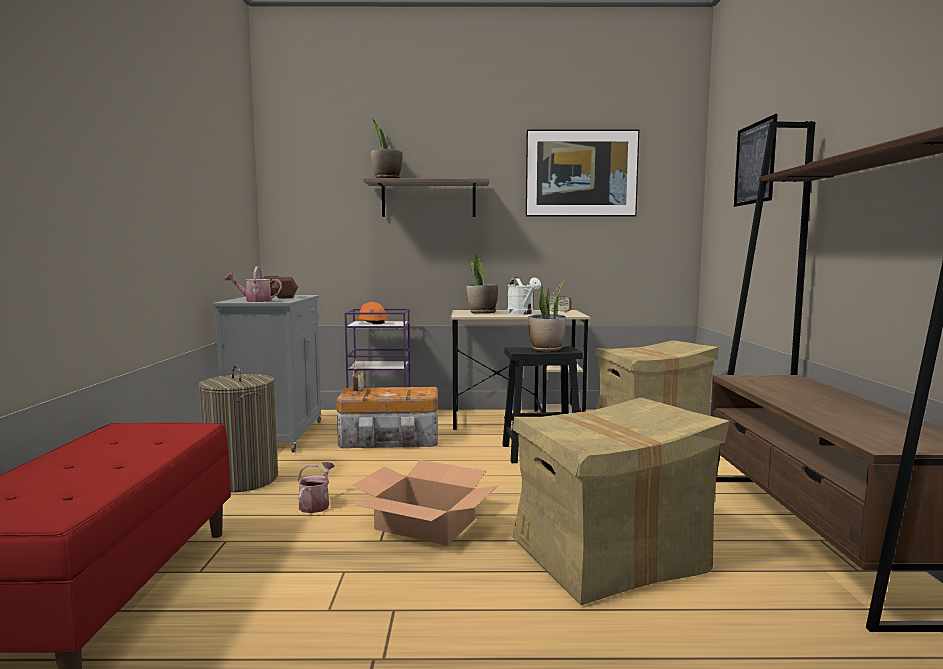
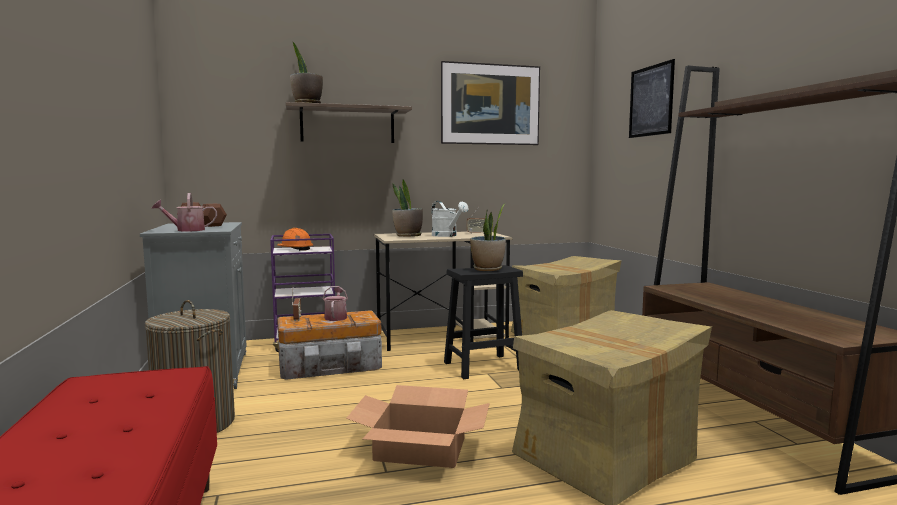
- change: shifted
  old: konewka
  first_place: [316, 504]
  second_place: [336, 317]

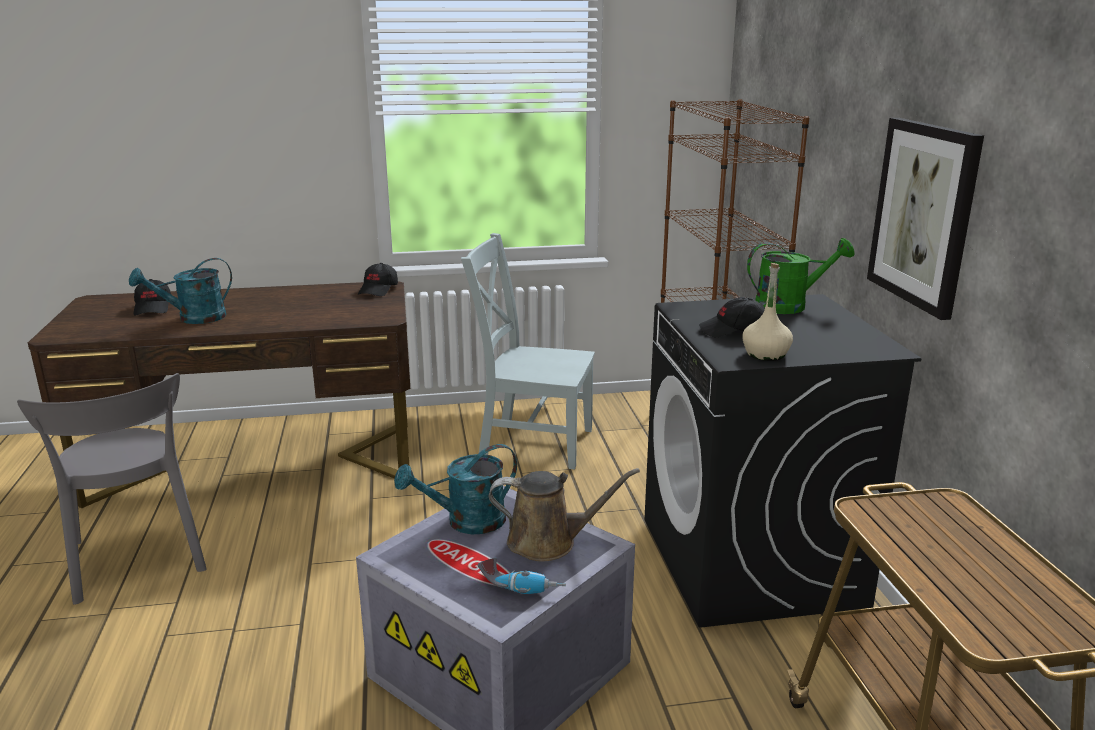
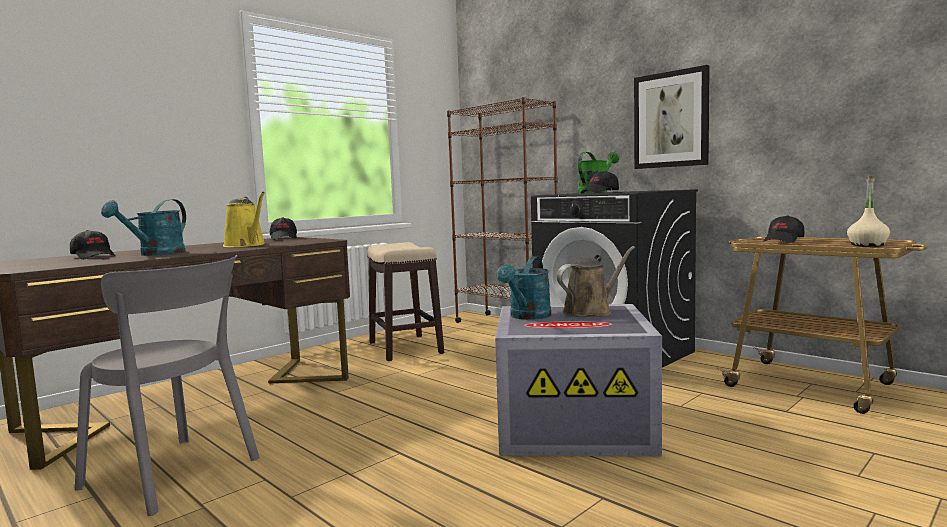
- change: gone
  old: wiertarka
  first_place: [520, 585]
- change: new
  new: konewka (żółty)
  second_place: [246, 245]
- change: new
  new: czapka z daszkiem (czarny)
  second_place: [783, 241]
- change: shifted
  old: butelka (beżowy)
  first_place: [765, 354]
  second_place: [867, 245]
- change: swapped
  old: krzesło (szary)
  new: stołek
  first_place: [531, 442]
  second_place: [405, 347]

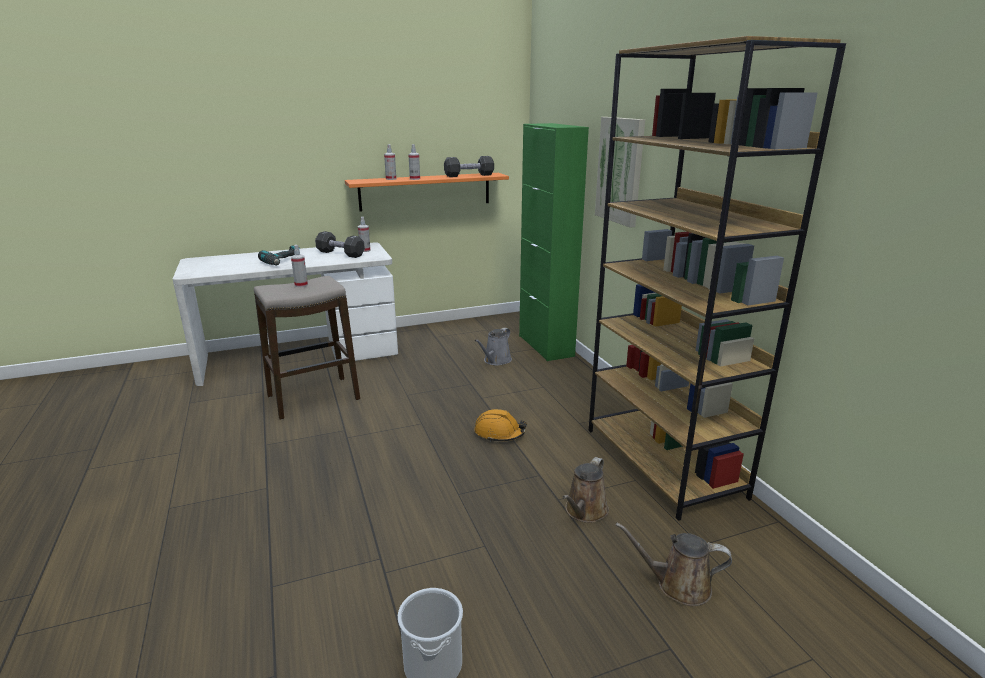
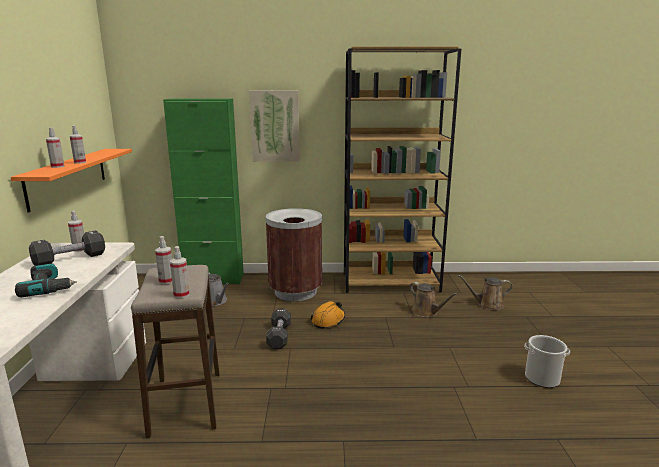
- change: new
  new: spryskiwacz
  second_place: [181, 295]
- change: new
  new: kosz na śmieci (brązowy)
  second_place: [295, 291]
- change: shifted
  old: hantel (czarny)
  first_place: [469, 175]
  second_place: [279, 336]
- change: rotated
  old: konewka (brązowy)
  first_place: [678, 585]
  second_place: [487, 304]
  degrees: 60

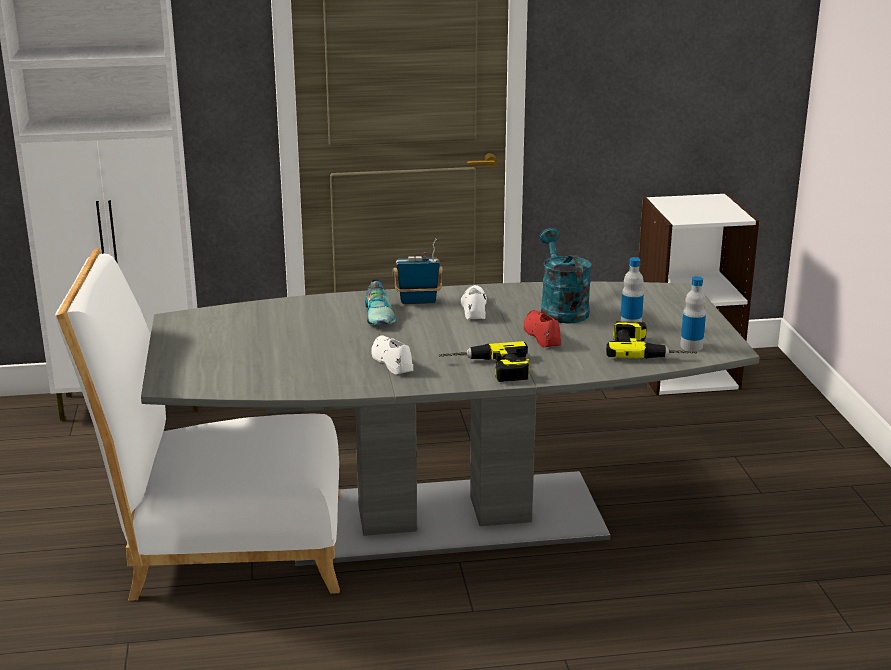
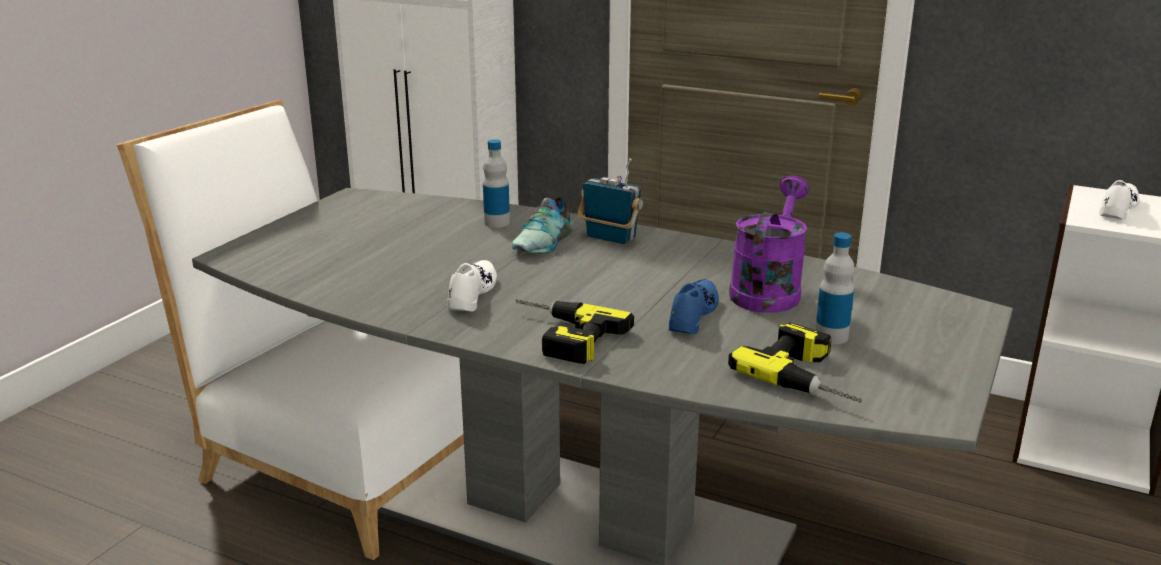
- change: shifted
  old: but (biały)
  first_place: [474, 308]
  second_place: [1116, 208]
- change: shifted
  old: butelka
  first_place: [691, 346]
  second_place: [497, 223]
- change: repainted
  old: but (czerwony)
  new: but (niebieski)
  first_place: [541, 335]
  second_place: [692, 315]
- change: repainted
  old: konewka (turkusowy)
  new: konewka (fioletowy)
  first_place: [561, 309]
  second_place: [768, 290]

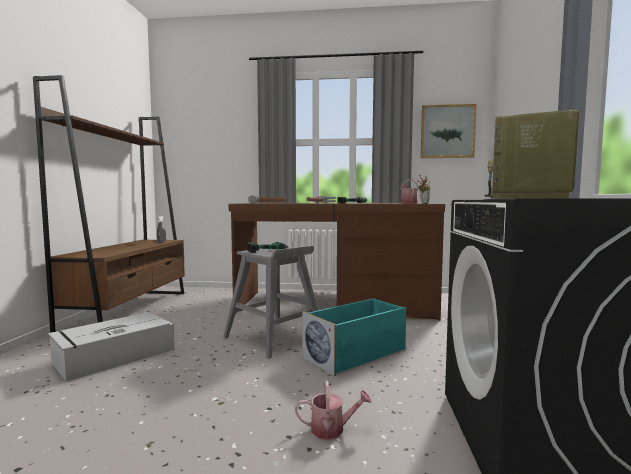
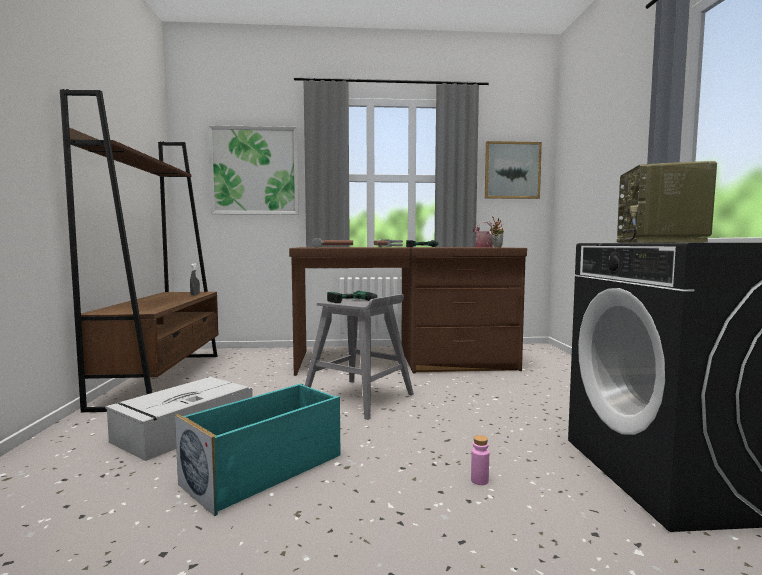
- change: new
  new: obraz
  second_place: [254, 171]
- change: shifted
  old: pojemnik do przechowywania (turkusowy)
  first_place: [356, 353]
  second_place: [265, 469]
- change: swapped
  old: konewka
  new: butelka (różowy)
  first_place: [332, 429]
  second_place: [479, 480]

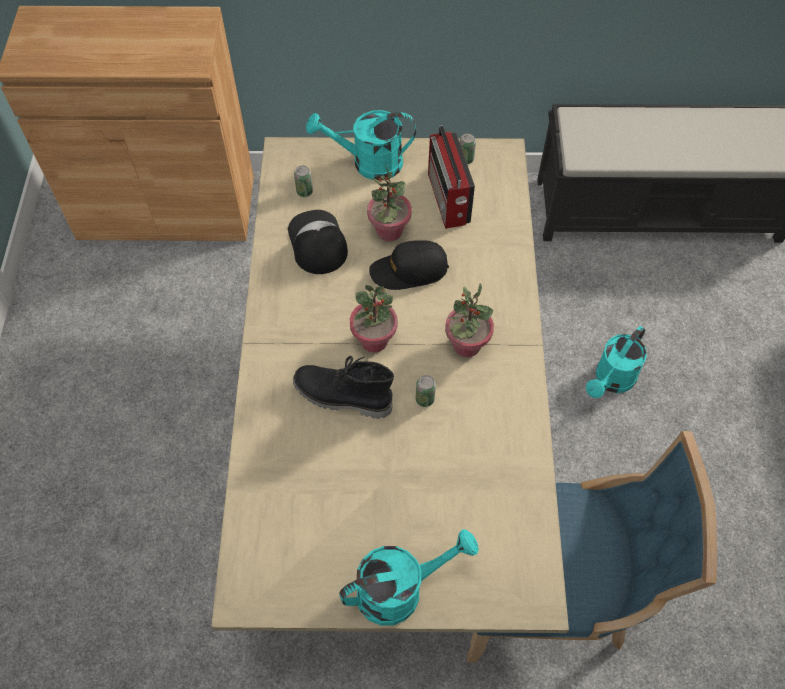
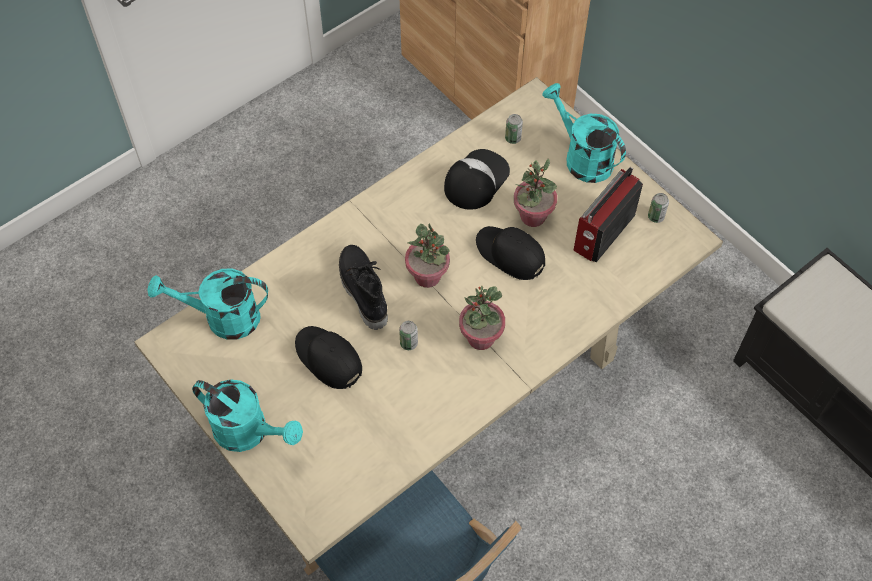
- change: new
  new: czapka z daszkiem (czarny)
  second_place: [328, 359]
- change: shifted
  old: konewka (turkusowy)
  first_place: [611, 381]
  second_place: [222, 318]

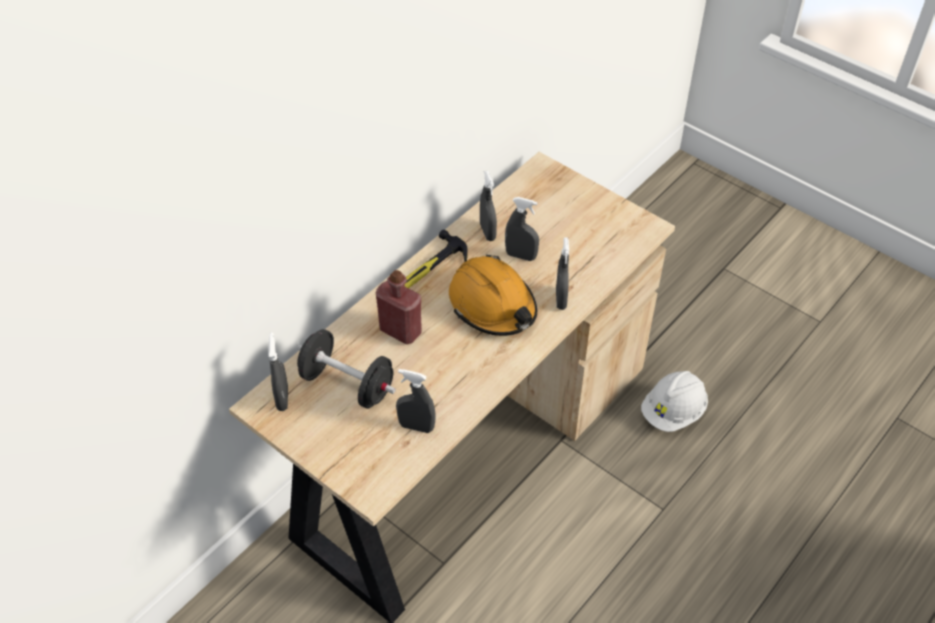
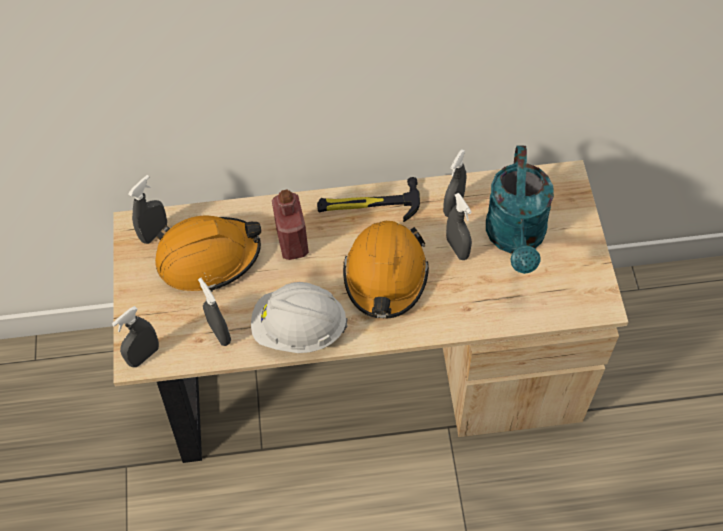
- change: new
  new: konewka (turkusowy)
  second_place: [516, 238]
- change: shifted
  old: spryskiwacz (szary)
  first_place: [561, 299]
  second_place: [144, 355]
- change: shifted
  old: kask (biały)
  first_place: [673, 412]
  second_place: [299, 329]
- change: swapped
  old: hantel (czarny)
  new: kask (pomarańczowy)
  first_place: [347, 384]
  second_place: [208, 257]

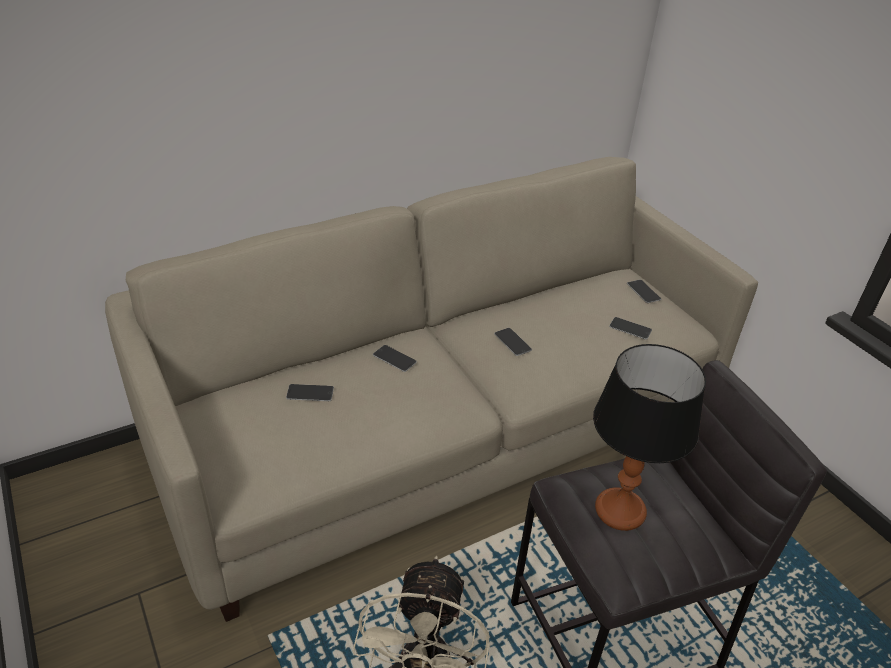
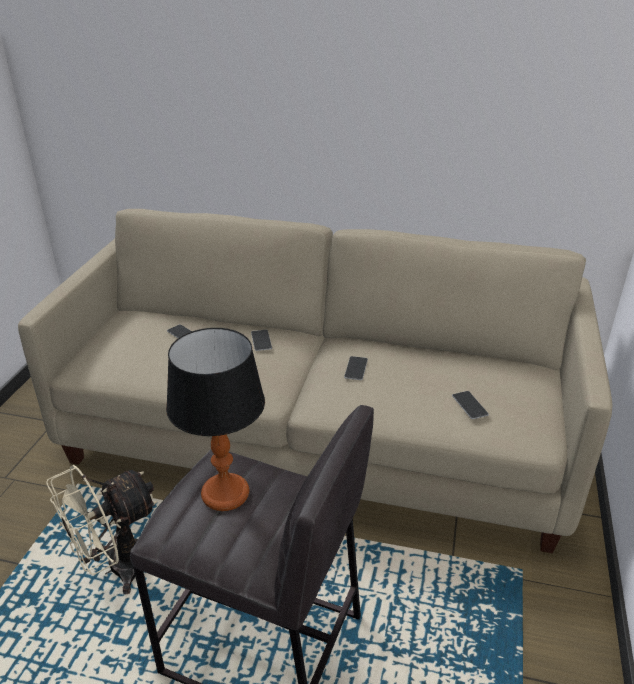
- change: gone
  old: telefon
  first_place: [643, 291]

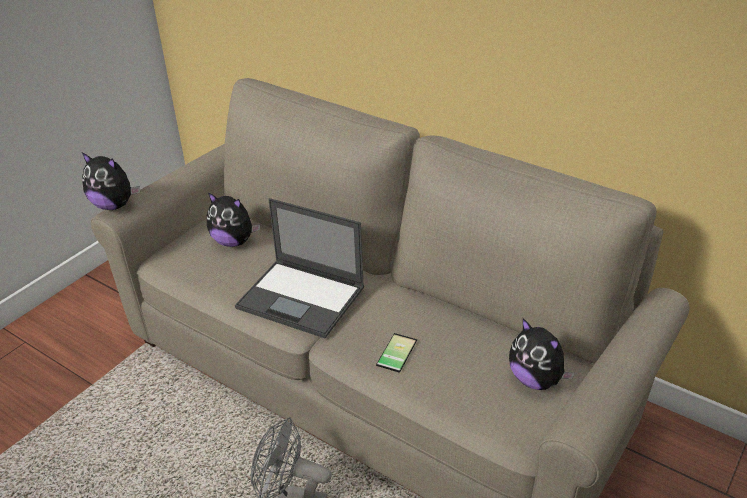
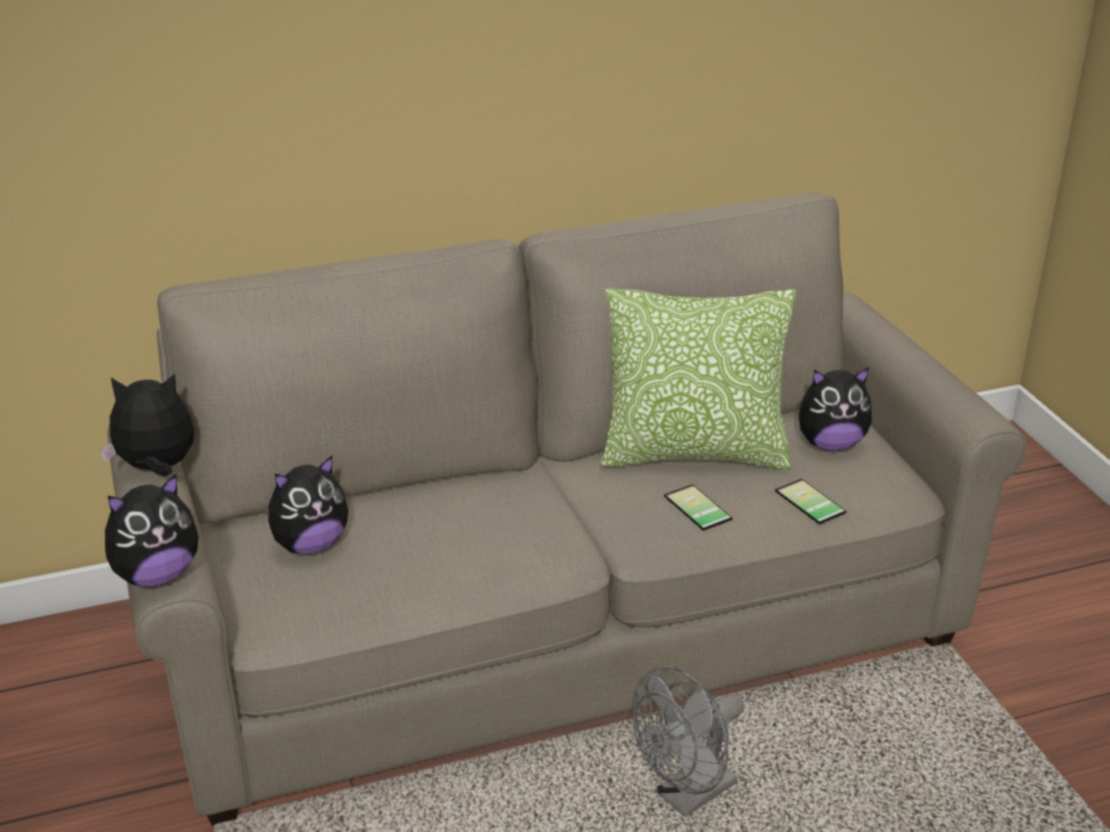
- change: gone
  old: laptop
  first_place: [302, 298]
- change: new
  new: pluszak
  second_place: [157, 469]
- change: new
  new: poduszka
  second_place: [693, 453]
- change: new
  new: telefon
  second_place: [807, 503]

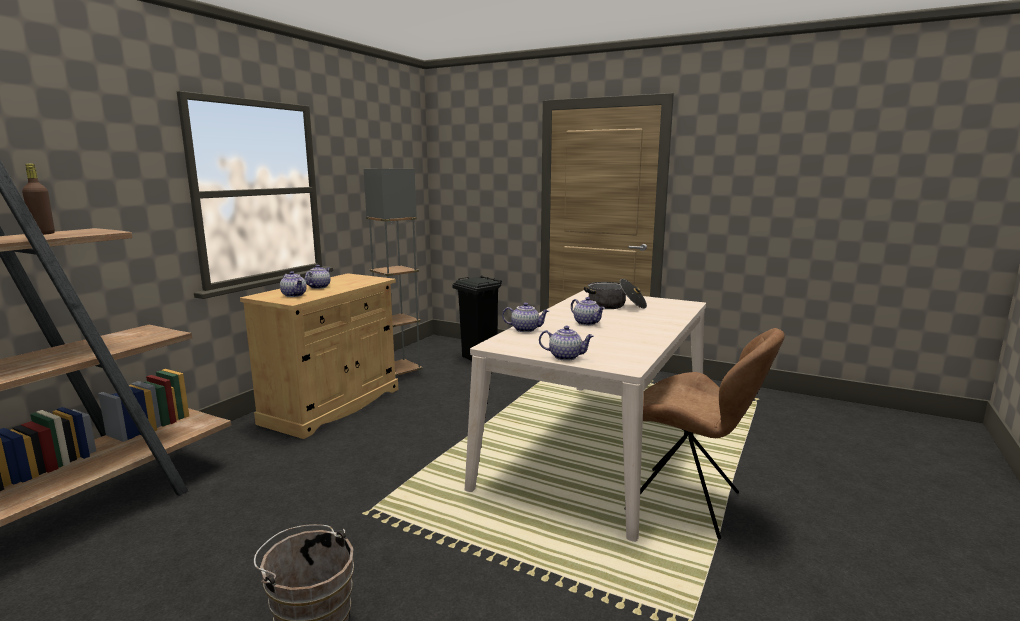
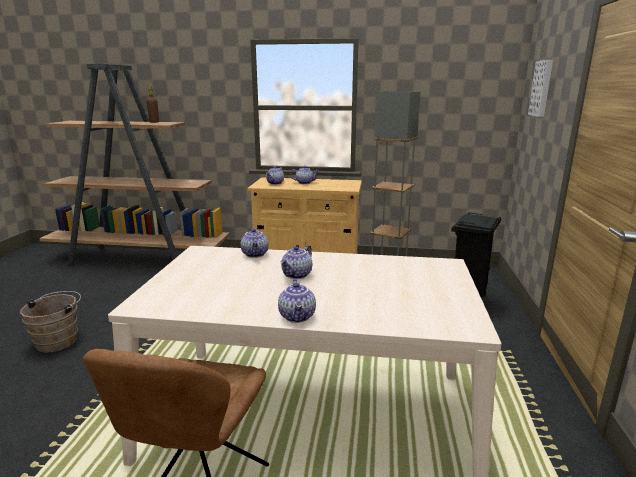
- change: gone
  old: garnek
  first_place: [615, 306]
- change: new
  new: obraz
  second_place: [542, 88]
- change: shifted
  old: imbryk
  first_place: [566, 357]
  second_place: [298, 317]

